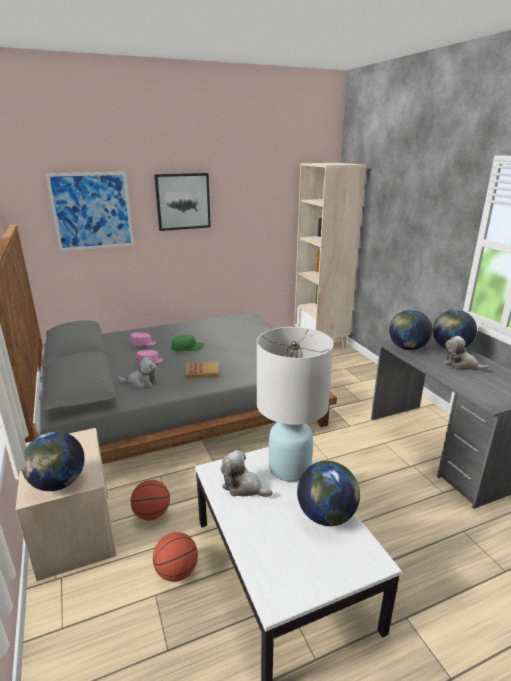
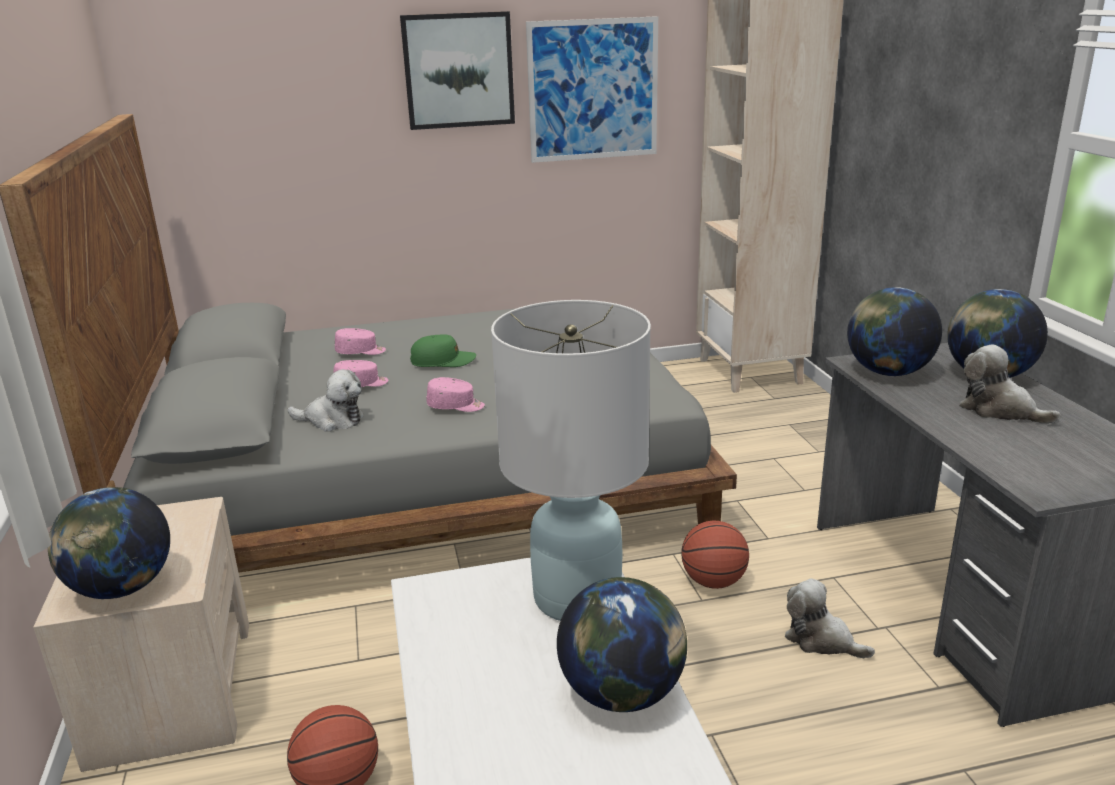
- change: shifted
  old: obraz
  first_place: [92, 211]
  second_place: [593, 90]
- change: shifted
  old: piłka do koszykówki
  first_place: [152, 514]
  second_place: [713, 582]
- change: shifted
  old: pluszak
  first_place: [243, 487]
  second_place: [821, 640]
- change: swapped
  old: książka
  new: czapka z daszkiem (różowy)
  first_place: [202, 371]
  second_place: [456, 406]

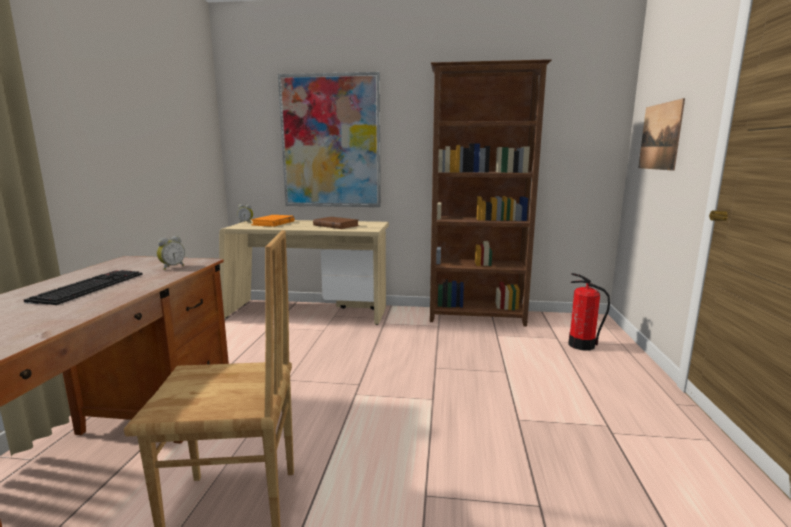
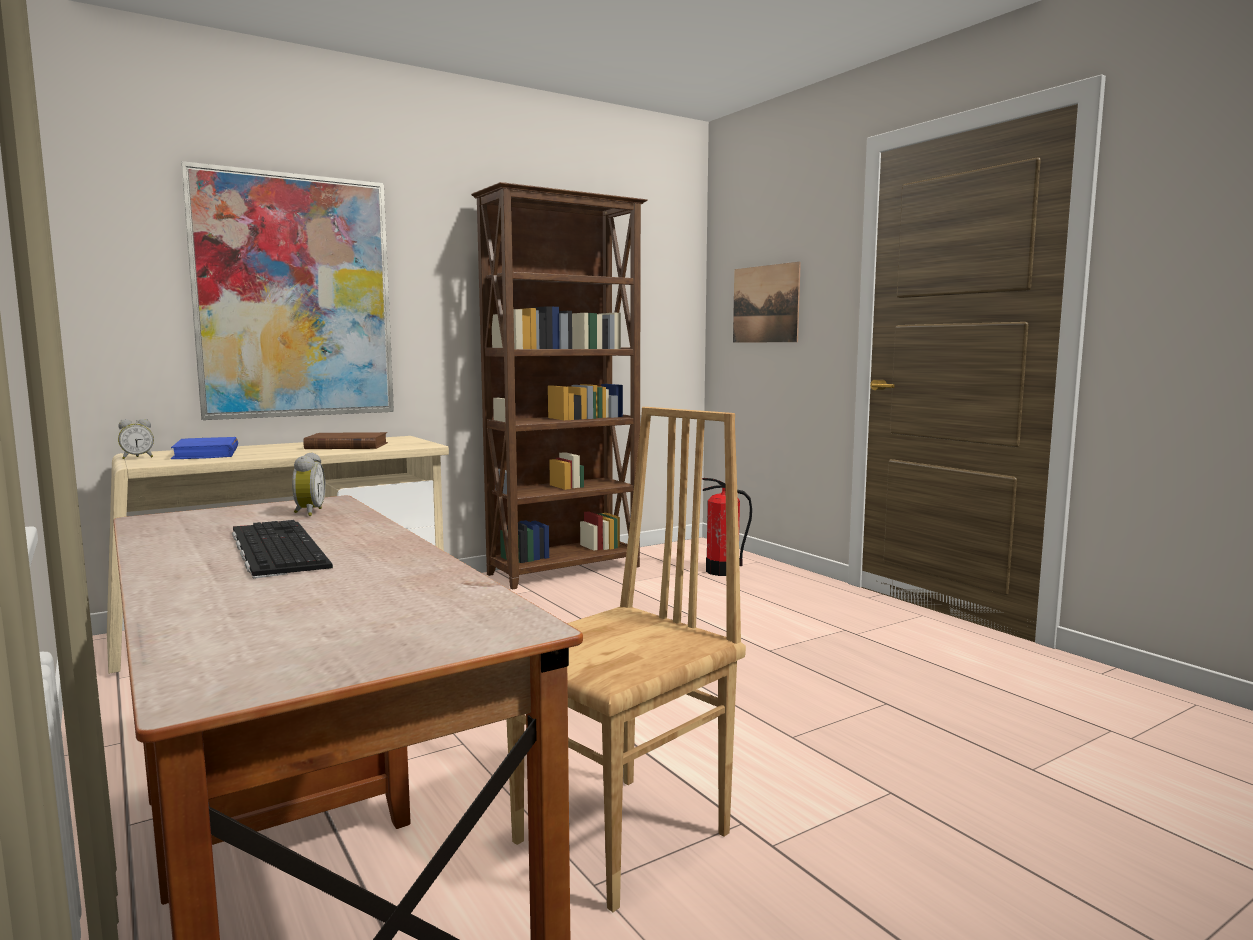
- change: repainted
  old: książka (pomarańczowy)
  new: książka (niebieski)
  first_place: [273, 223]
  second_place: [206, 453]

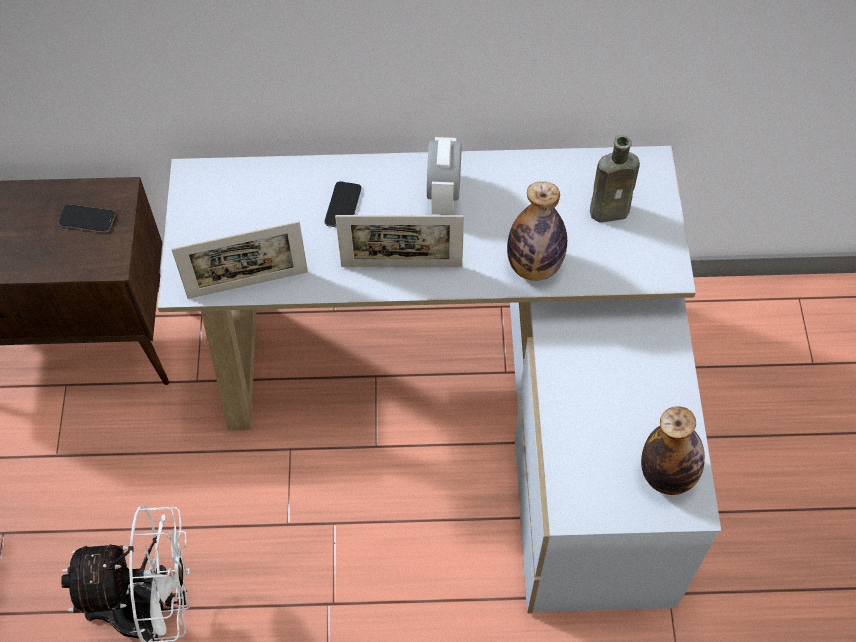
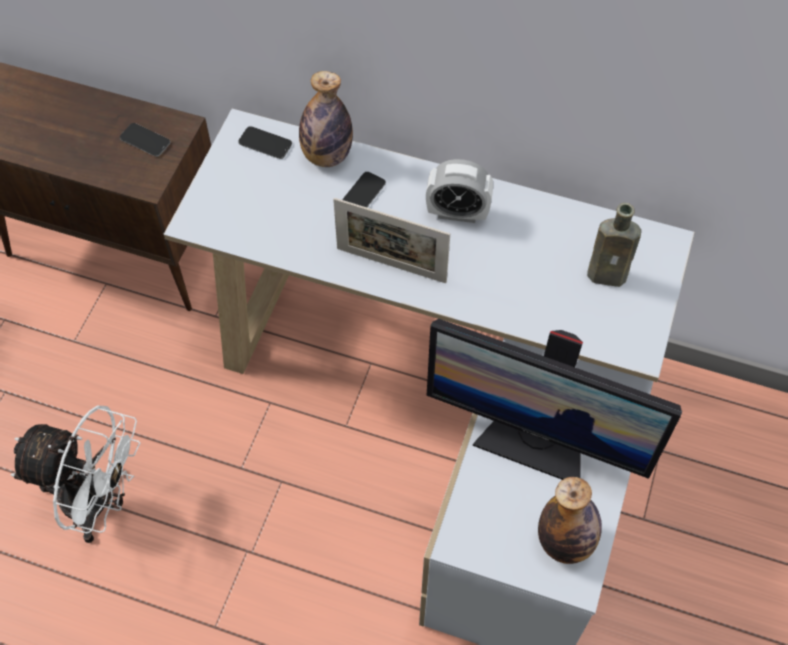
- change: gone
  old: ramka na zdjęcie
  first_place: [248, 284]
- change: new
  new: telefon
  second_place: [265, 143]
- change: new
  new: monitor
  second_place: [535, 441]
- change: shifted
  old: butelka
  first_place: [534, 266]
  second_place: [327, 156]
- change: rotated
  old: budzik
  first_place: [444, 195]
  second_place: [457, 213]
  degrees: -105

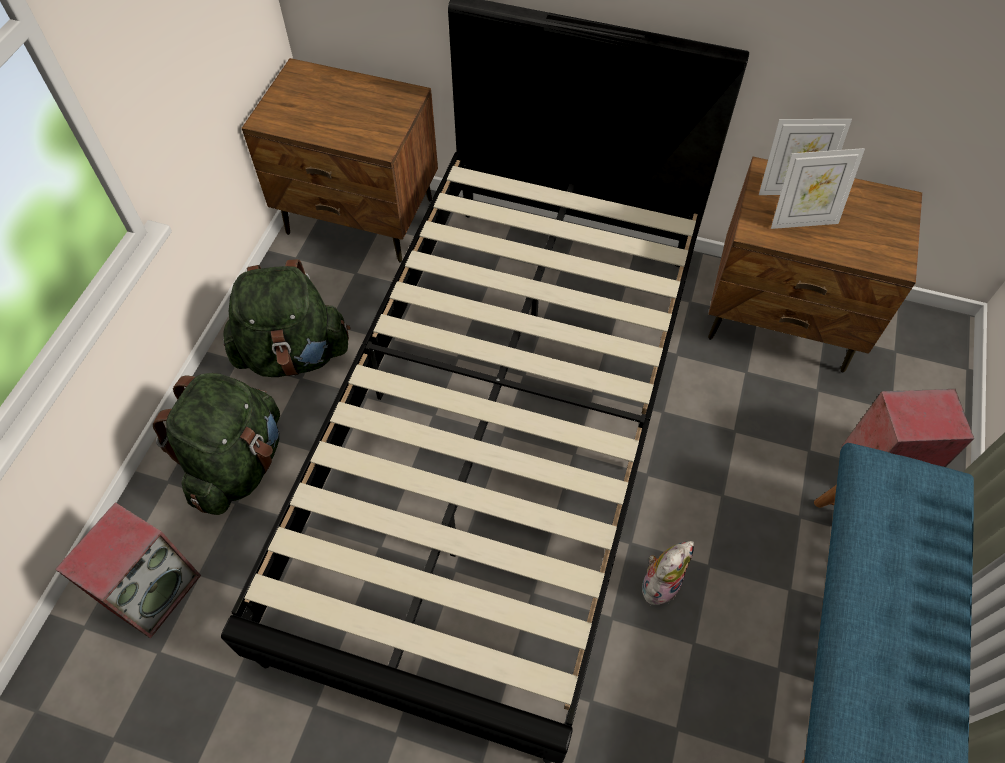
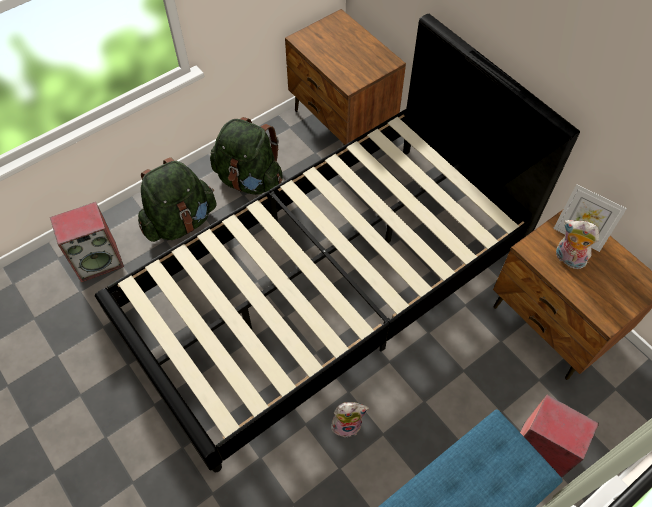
- change: swapped
  old: ramka na zdjęcie
  new: pluszak
  first_place: [802, 220]
  second_place: [568, 259]

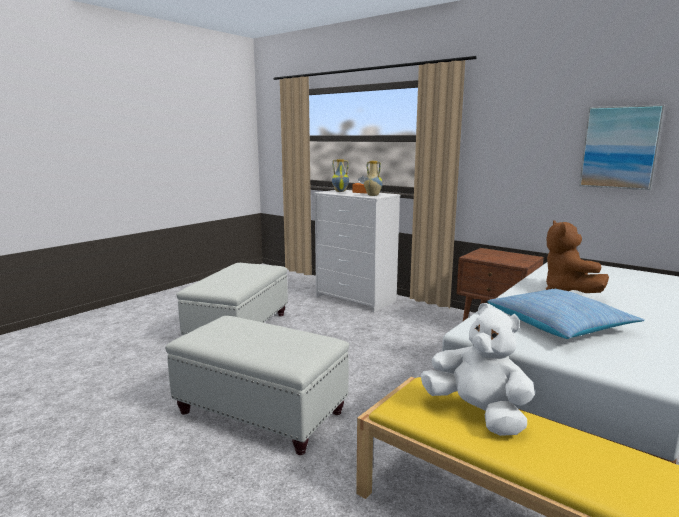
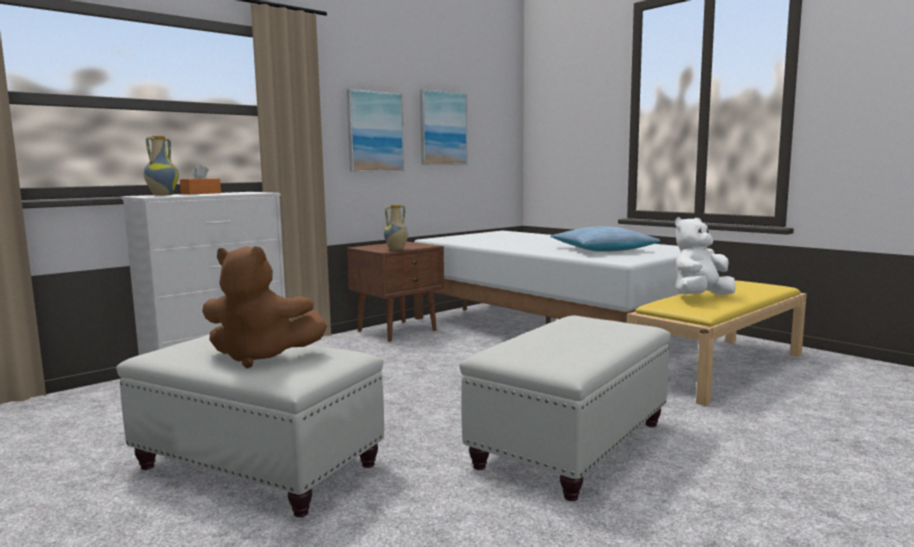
- change: new
  new: obraz
  second_place: [374, 131]
- change: shifted
  old: wazon
  first_place: [372, 195]
  second_place: [396, 249]
- change: shifted
  old: pluszak (brązowy)
  first_place: [567, 291]
  second_place: [261, 357]

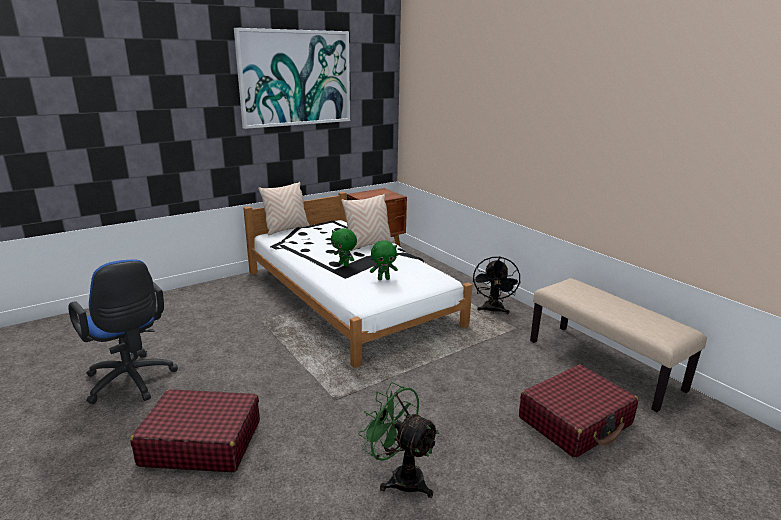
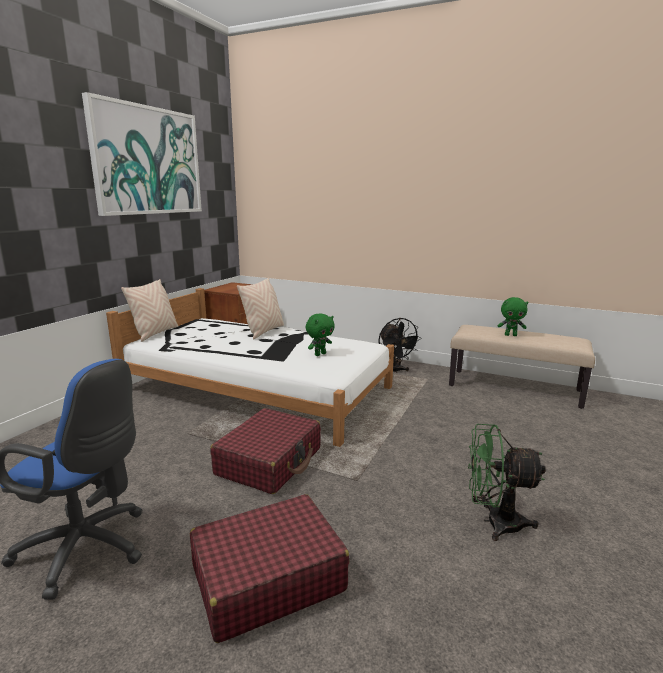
- change: shifted
  old: pluszak (zielony)
  first_place: [344, 265]
  second_place: [510, 335]
- change: shifted
  old: walizka (czerwony)
  first_place: [575, 421]
  second_place: [269, 461]

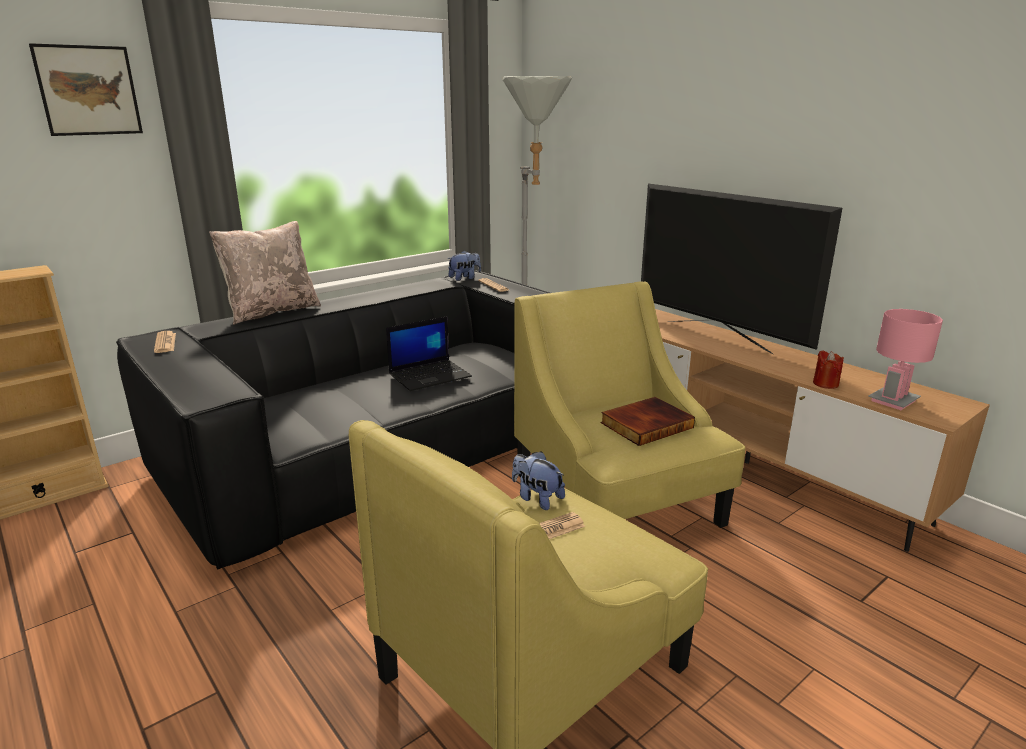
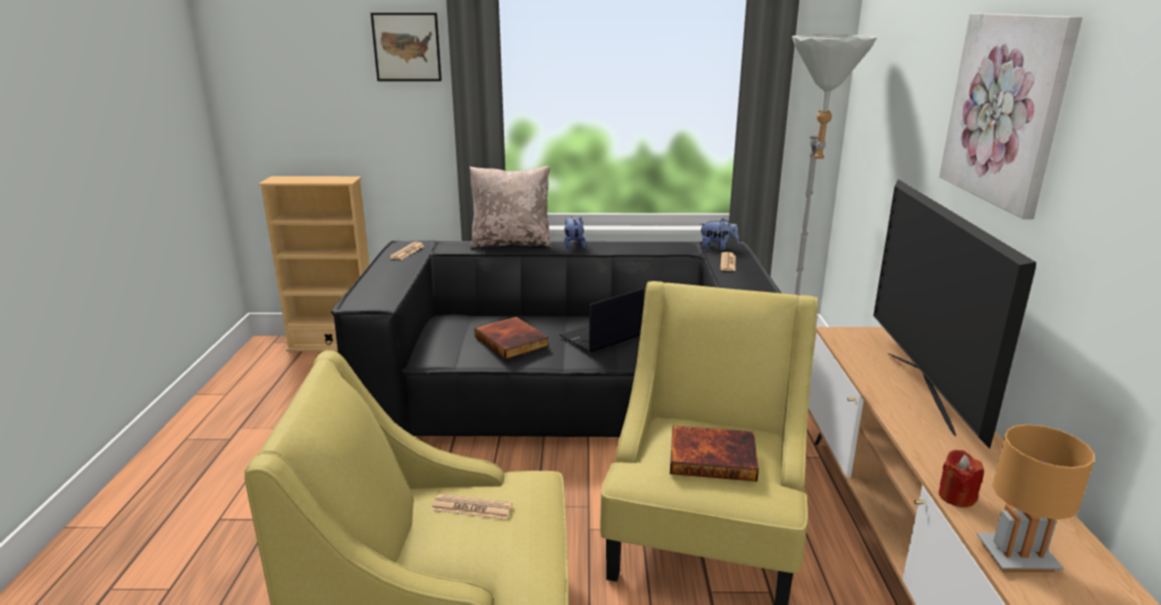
- change: new
  new: książka
  second_place: [513, 341]
- change: new
  new: obraz
  second_place: [1007, 109]
- change: shifted
  old: pluszak
  first_place: [537, 498]
  second_place: [573, 246]
- change: repainted
  old: lampa stołowa (różowy)
  new: lampa stołowa (brązowy)
  first_place: [892, 400]
  second_place: [1016, 556]
- change: rotated
  old: laptop
  first_place: [430, 375]
  second_place: [601, 337]
  degrees: 135

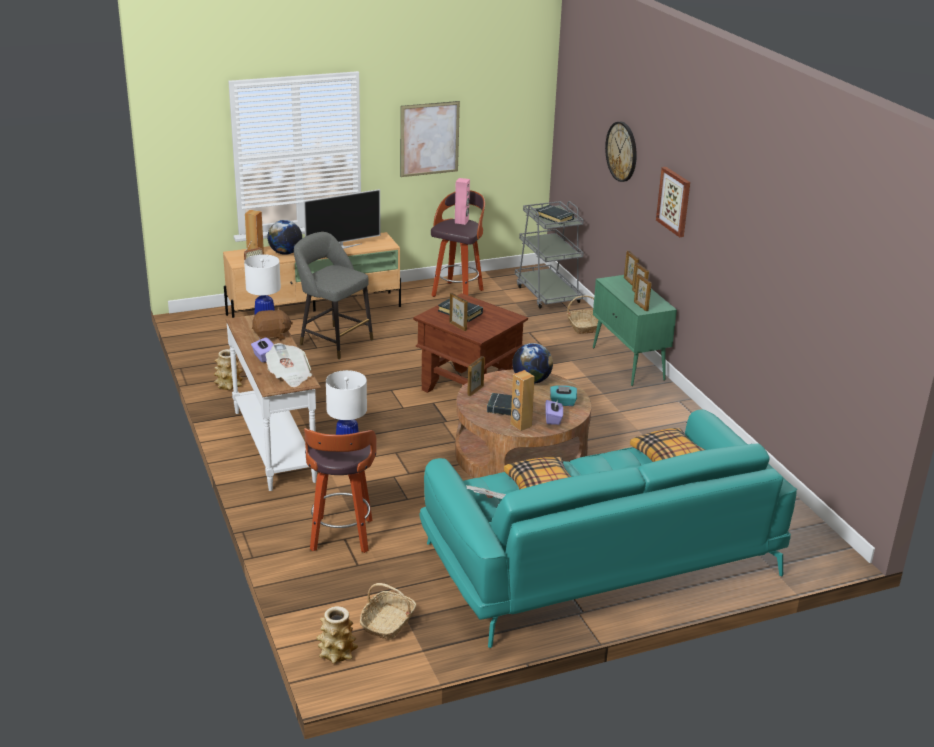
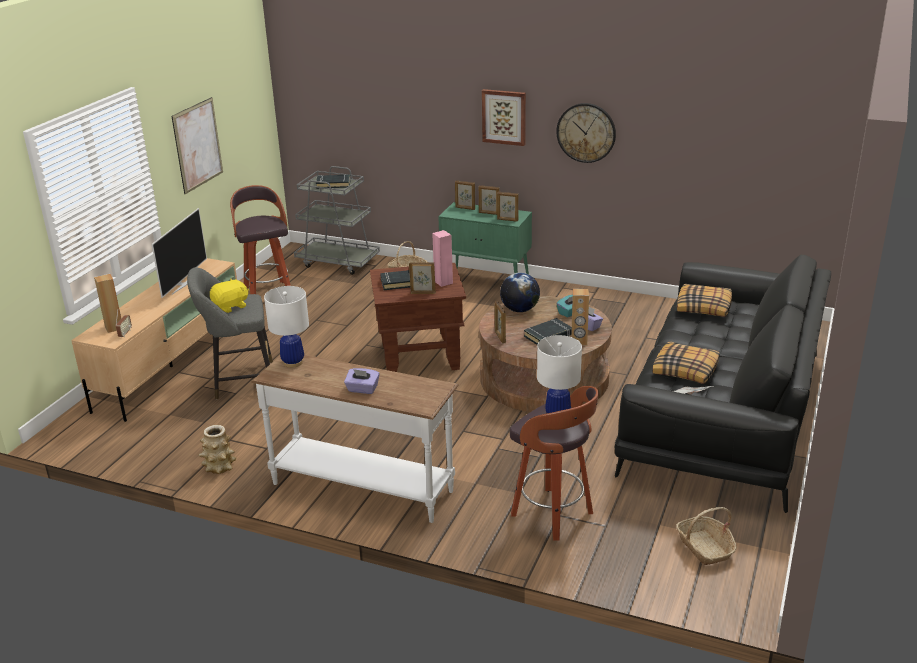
- change: gone
  old: pluszak (brązowy)
  first_place: [272, 336]
- change: gone
  old: gazeta
  first_place: [289, 376]
- change: gone
  old: globus
  first_place: [285, 253]
- change: gone
  old: wazon
  first_place: [336, 653]
- change: new
  new: pluszak (żółty)
  second_place: [231, 306]
- change: shifted
  old: głośnik (różowy)
  first_place: [461, 221]
  second_place: [443, 282]
- change: shifted
  old: zegar ścienny
  first_place: [622, 151]
  second_place: [586, 132]
- change: repainted
  old: kanapa (turkusowy)
  new: kanapa (czarny)
  first_place: [599, 559]
  second_place: [722, 412]

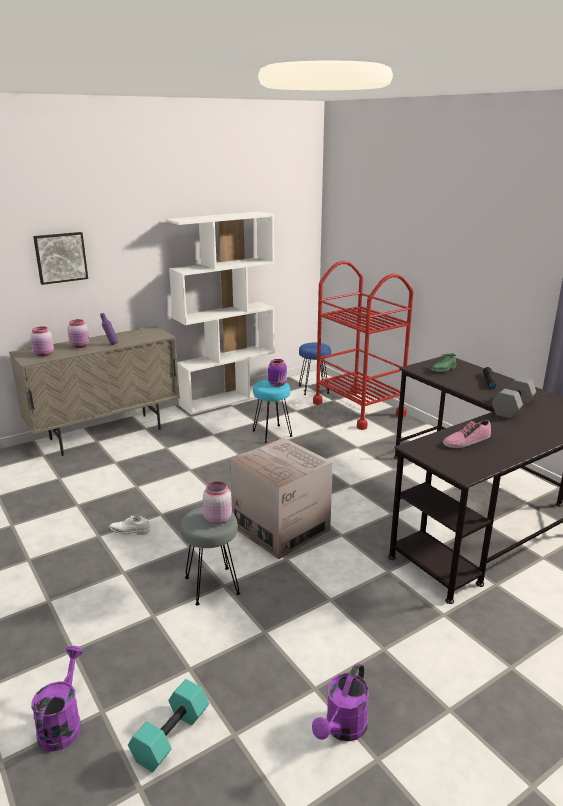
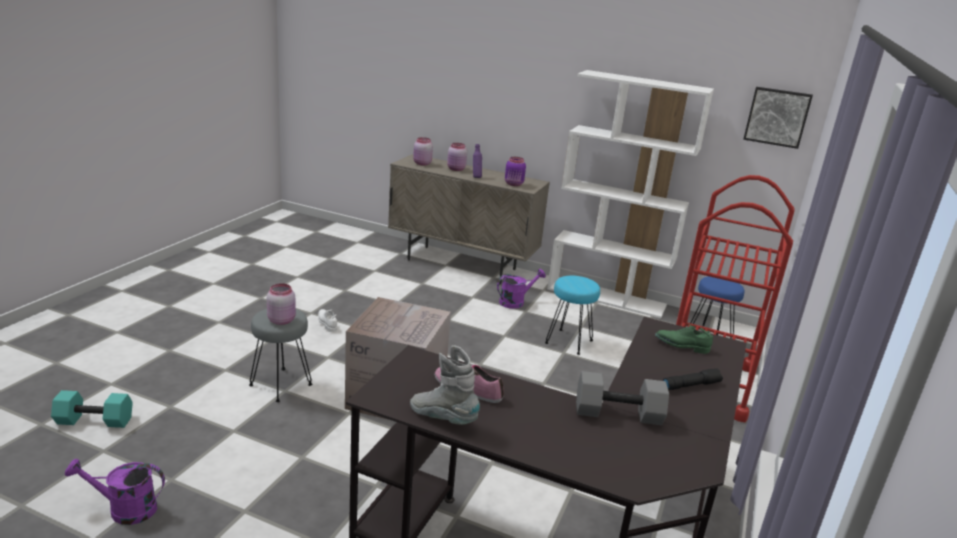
- change: new
  new: but z cholewką (szary)
  second_place: [443, 418]
- change: shifted
  old: konewka (fioletowy)
  first_place: [62, 723]
  second_place: [515, 302]
- change: shifted
  old: obraz
  first_place: [60, 257]
  second_place: [777, 117]
- change: shifted
  old: słoik (fioletowy)
  first_place: [278, 384]
  second_place: [514, 184]

